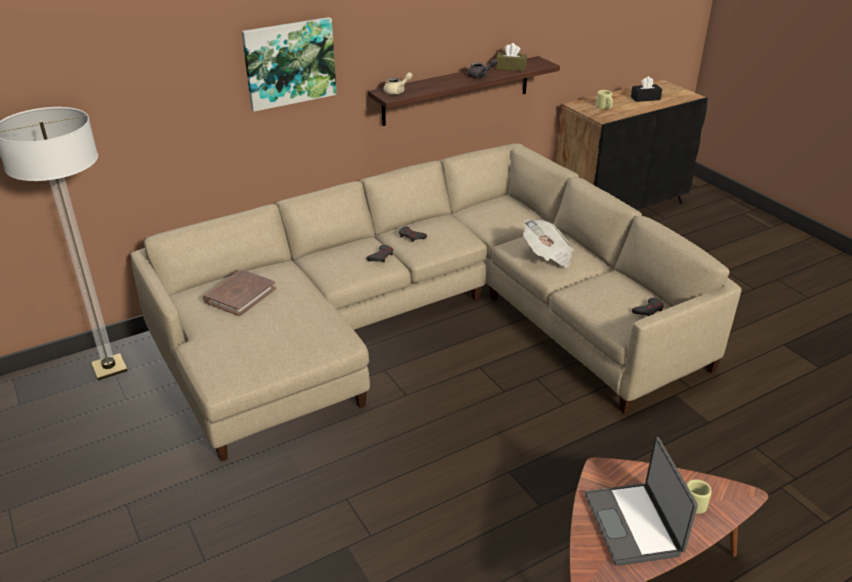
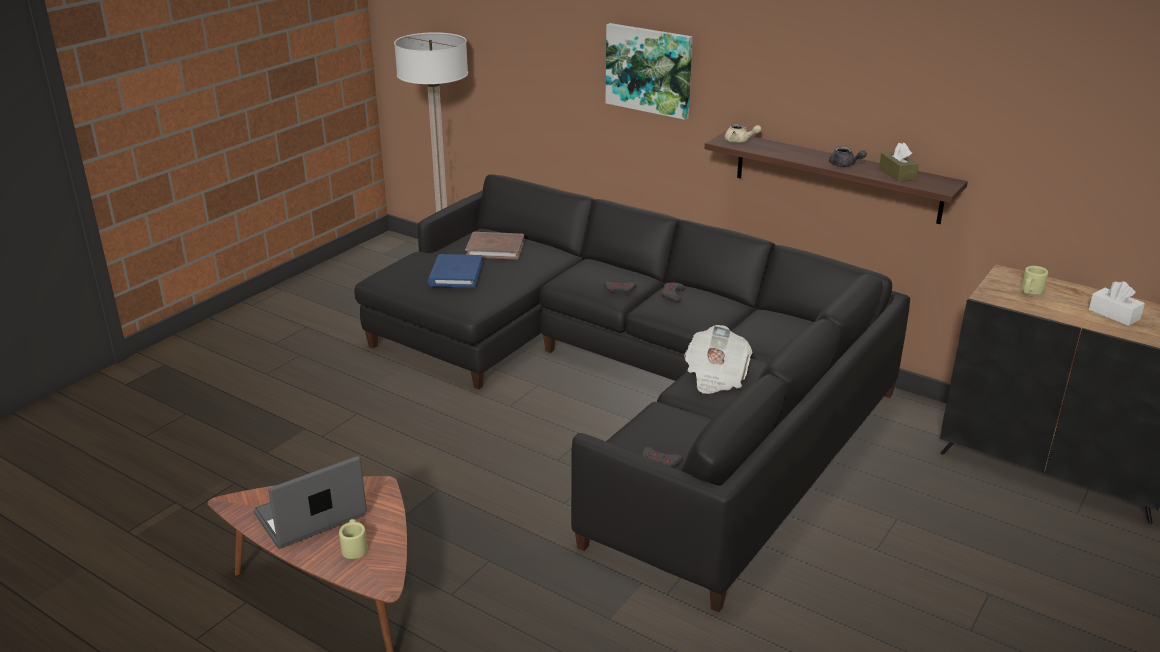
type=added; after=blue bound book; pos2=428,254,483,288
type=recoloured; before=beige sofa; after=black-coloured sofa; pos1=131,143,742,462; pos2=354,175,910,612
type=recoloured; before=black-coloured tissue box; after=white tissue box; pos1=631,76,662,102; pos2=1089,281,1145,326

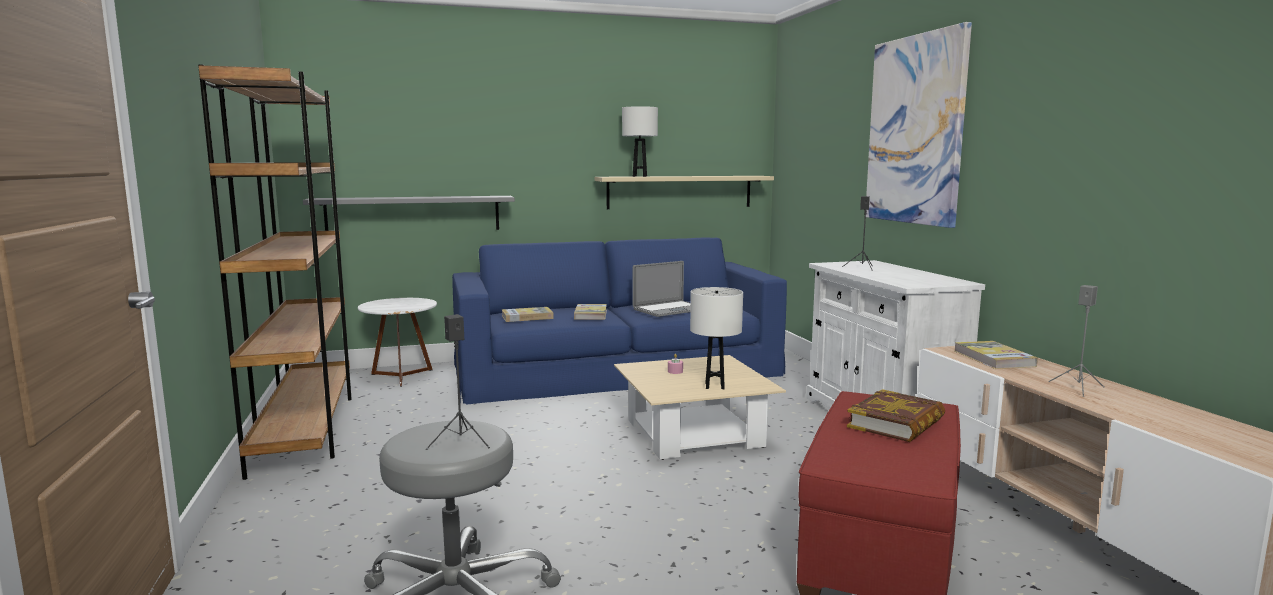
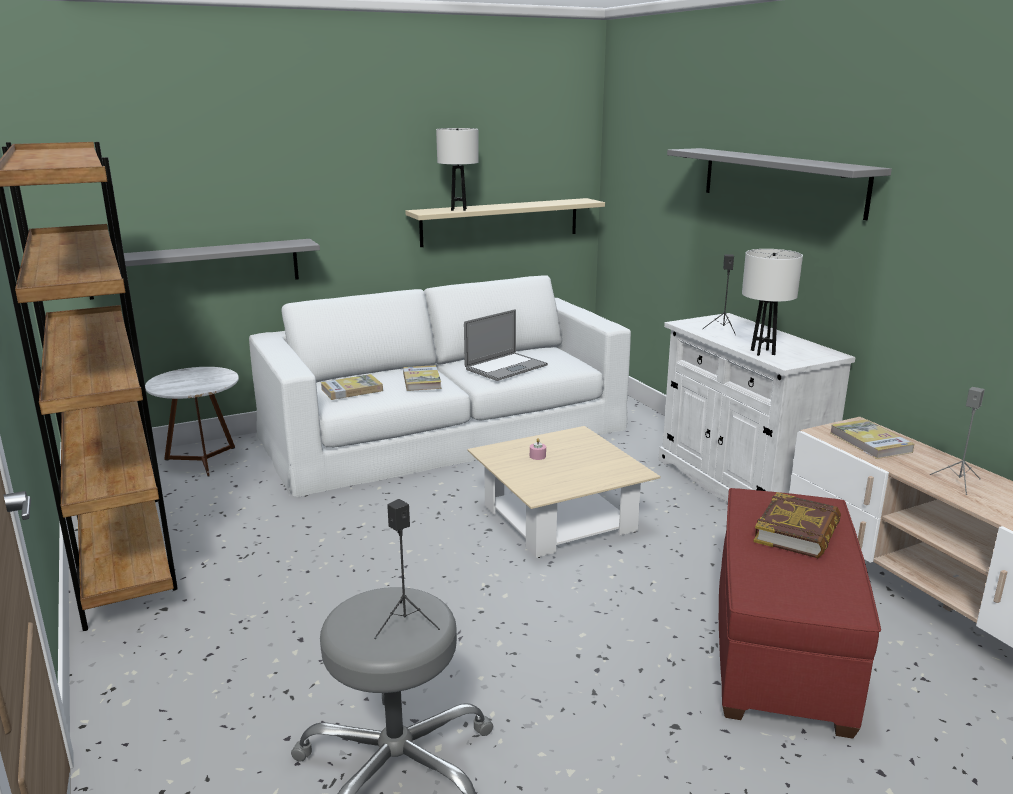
type=moved; before=white lamp for a table; pos1=690,287,743,389; pos2=742,249,803,356
type=replaced; before=picture; after=grey wall shelf; pos1=866,22,972,228; pos2=667,148,892,220
type=recoloured; before=blue sofa; after=white sofa; pos1=452,238,787,405; pos2=249,275,631,498

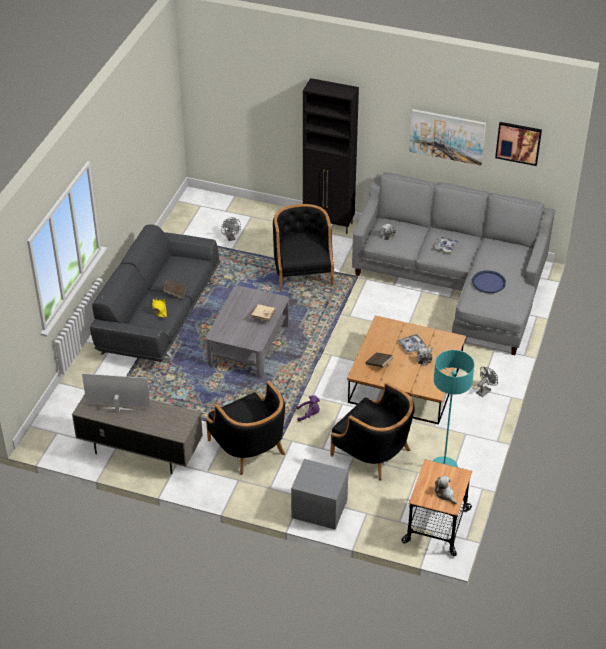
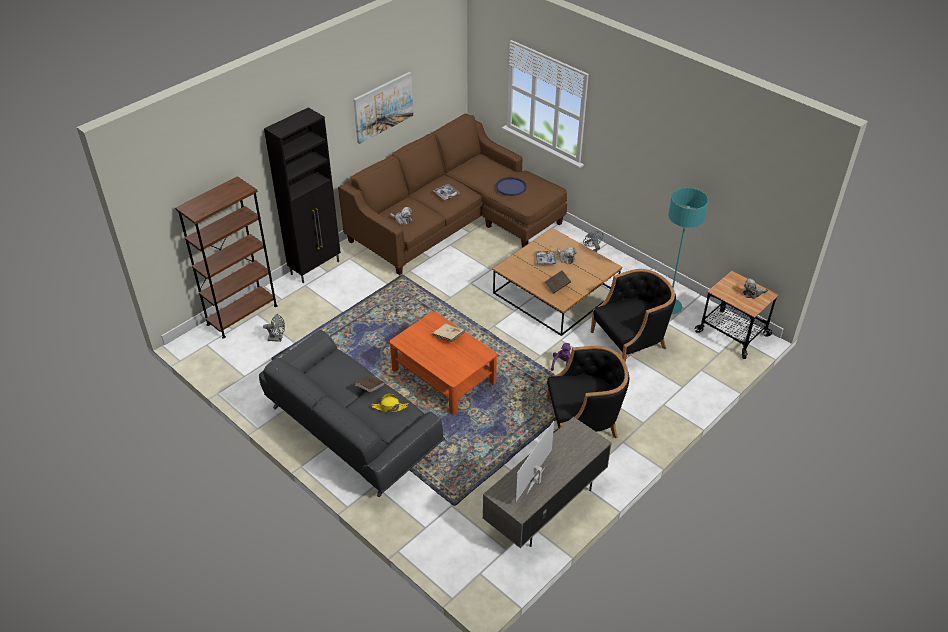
type=removed; before=black-coloured easy chair; pos1=273,204,334,291
type=removed; before=grey nightstand; pos1=291,459,349,529
type=removed; before=picture; pos1=495,122,542,166
type=added; after=brownish bookshelf; pos2=175,176,278,339
type=recoloured; before=grey coffee table; after=orangey coffee table; pos1=206,285,289,379; pos2=390,311,497,415
type=recoloured; before=grey sofa; after=brownish sofa; pos1=352,172,555,355; pos2=338,114,567,275

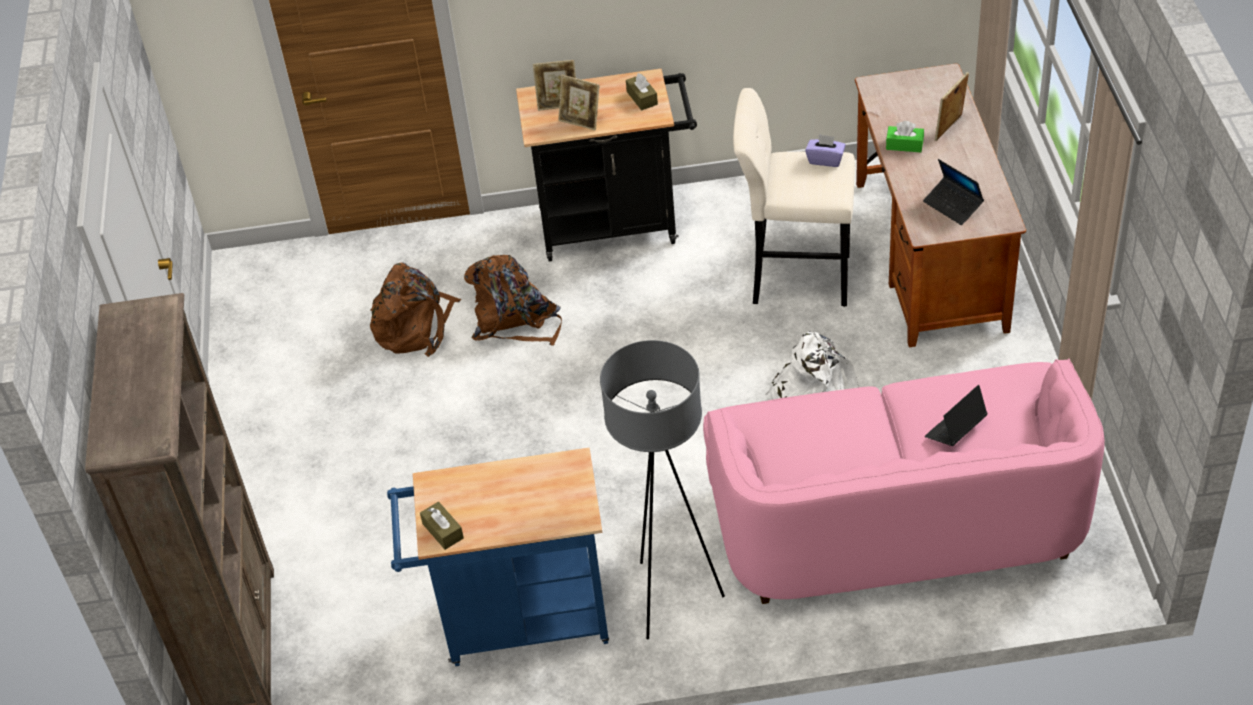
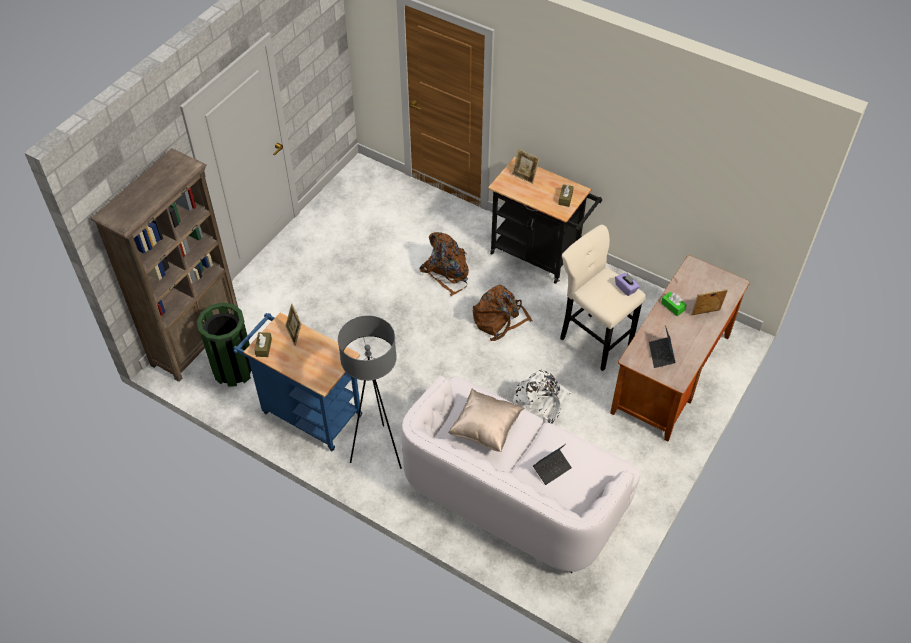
type=added; after=green-coloured waste bin; pos2=197,302,252,387
type=added; after=beige pillow; pos2=448,389,524,452
type=moved; before=brownish rucksack; pos1=370,263,461,357; pos2=473,285,532,341
type=moved; before=standing frame; pos1=558,75,600,131; pos2=286,304,302,346
type=recoloured; before=pink-coloured sofa; after=white sofa; pos1=703,358,1105,604; pos2=401,375,641,573
type=turned; before=laptop; pos1=925,385,988,446; pos2=533,444,572,485; turn=150

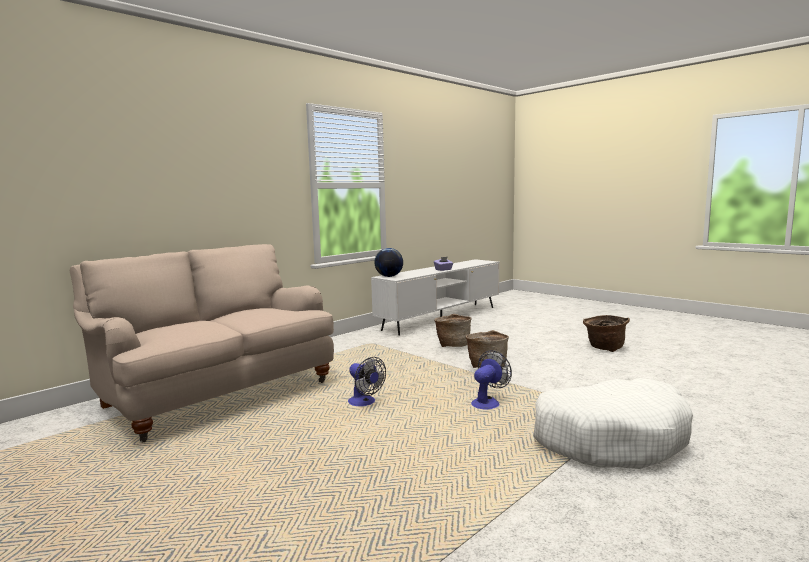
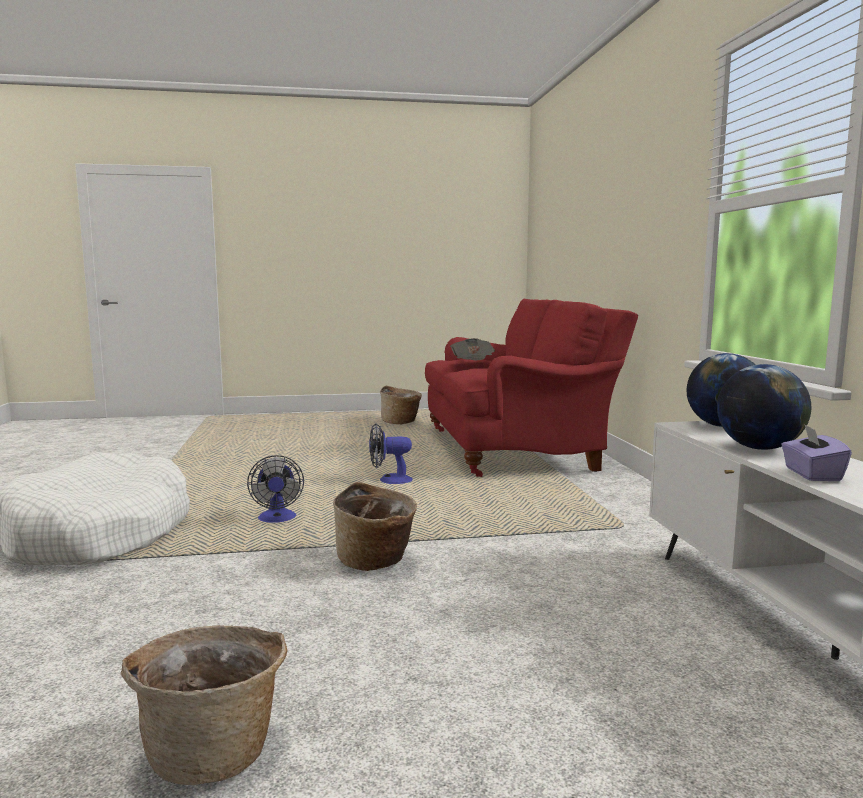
type=added; after=printed paper; pos2=450,338,495,360
type=added; after=desk globe; pos2=717,364,811,450
type=moved; before=basket; pos1=434,314,471,347; pos2=380,386,422,424
type=recoloured; before=beige sofa; after=reddish sofa; pos1=70,244,334,443; pos2=425,299,638,477

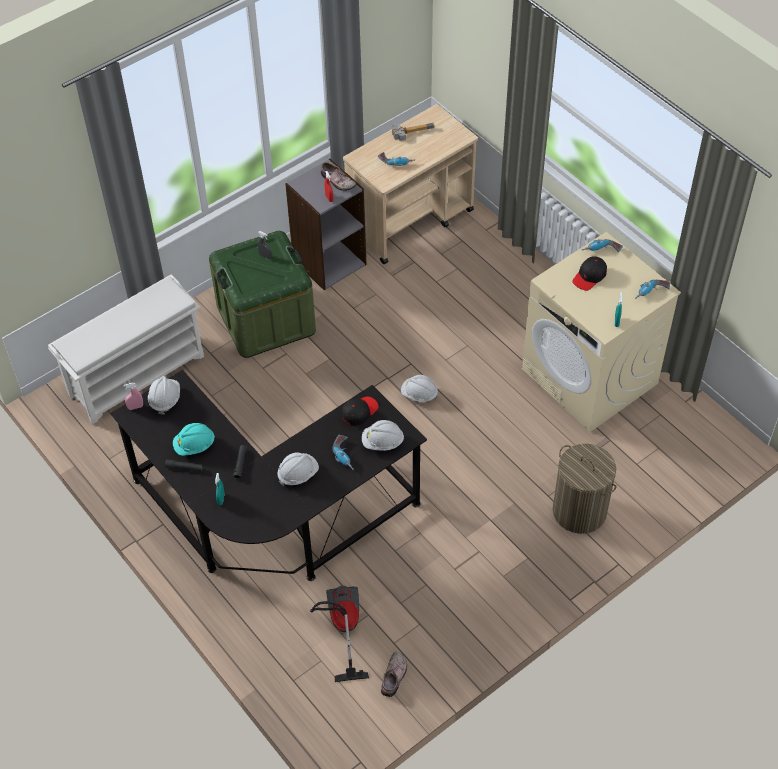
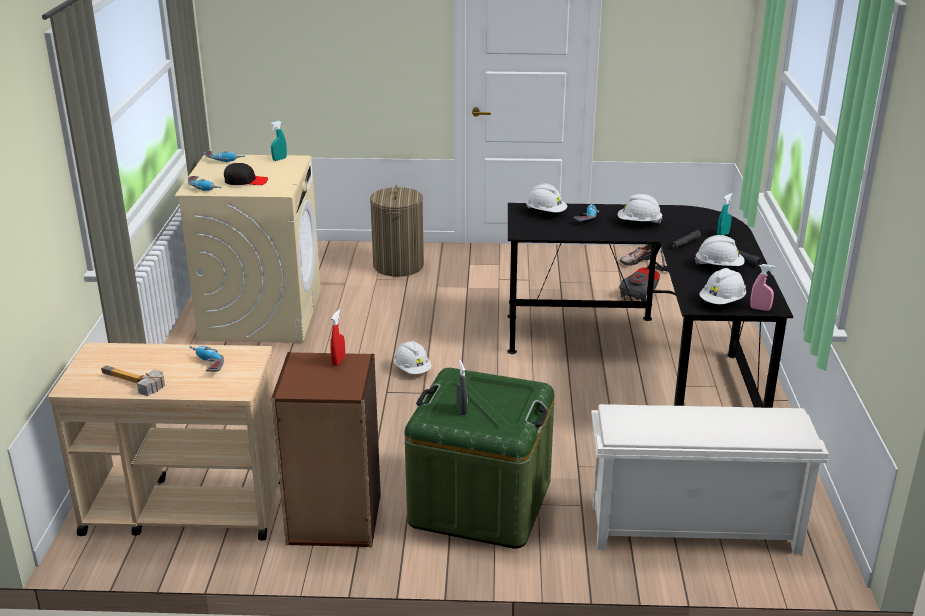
type=removed; before=item of footwear; pos1=321,162,357,191
type=removed; before=black-coloured cap; pos1=342,396,379,426
type=recoloured; before=blue-green safety helmet; after=white safety helmet; pos1=173,423,215,456; pos2=695,235,745,266
type=recoloured; before=grey bookshelf; after=brownish bookshelf; pos1=285,159,367,290; pos2=271,352,381,547

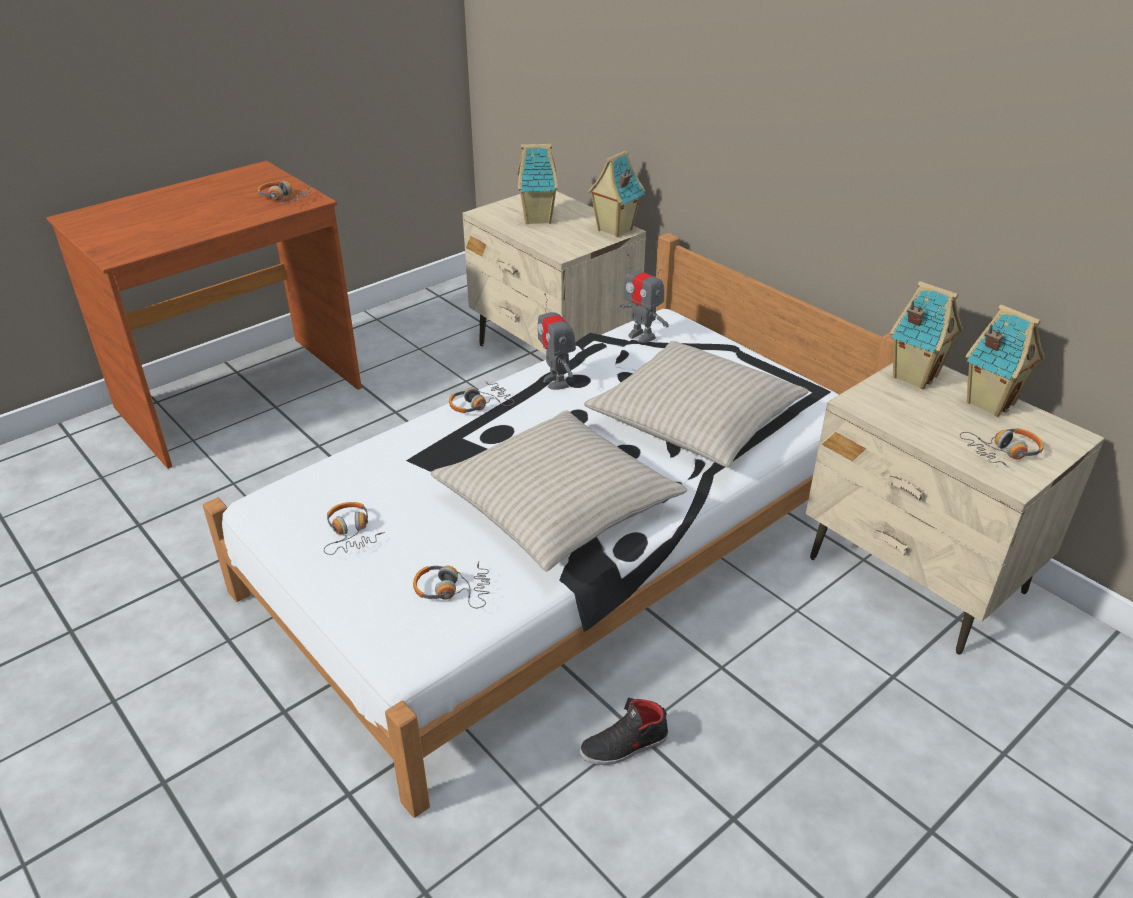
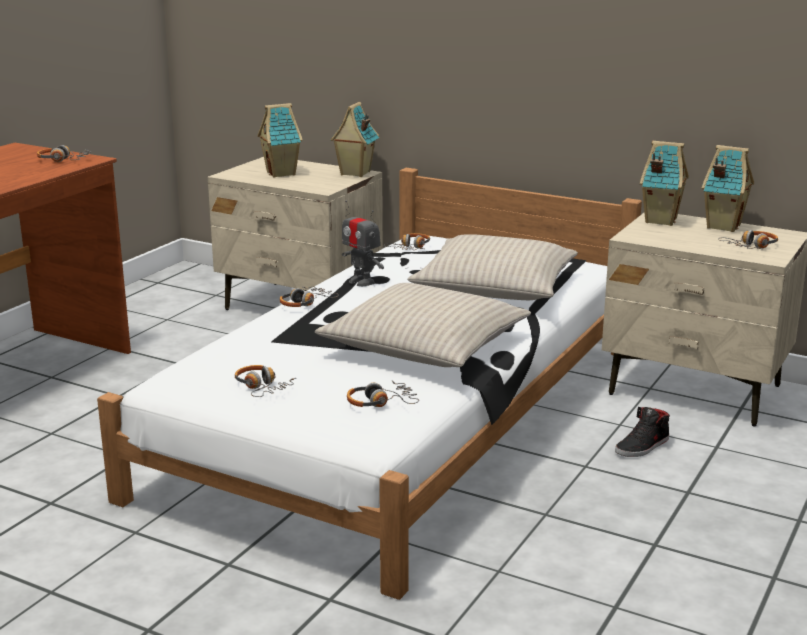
type=moved; before=black-coloured item of footwear; pos1=579,698,668,765; pos2=615,407,670,457
type=replaced; before=model robot; after=headset; pos1=620,254,669,343; pos2=384,233,430,250

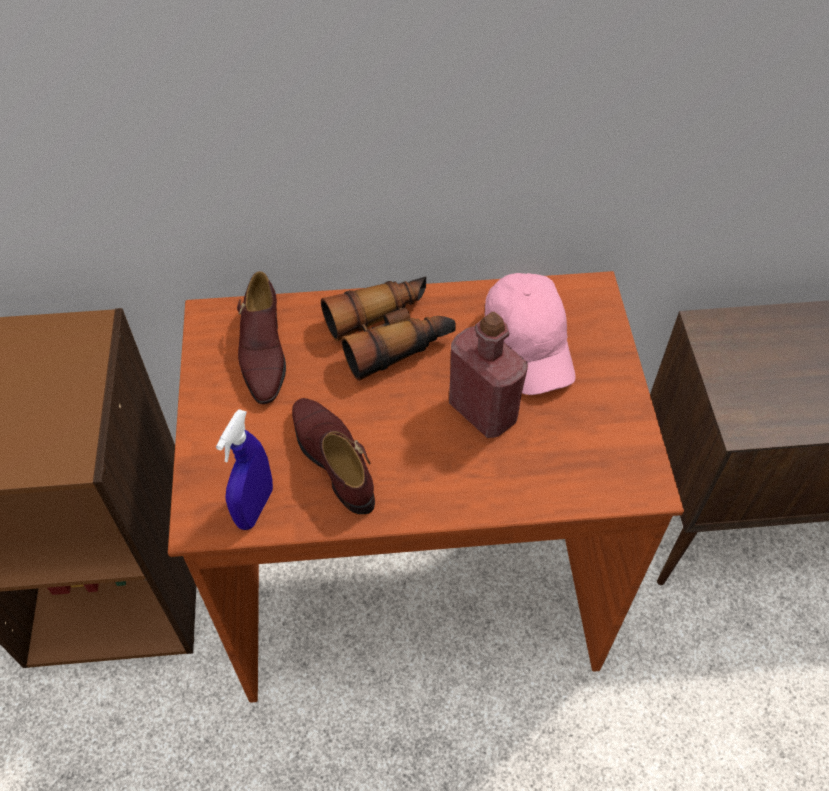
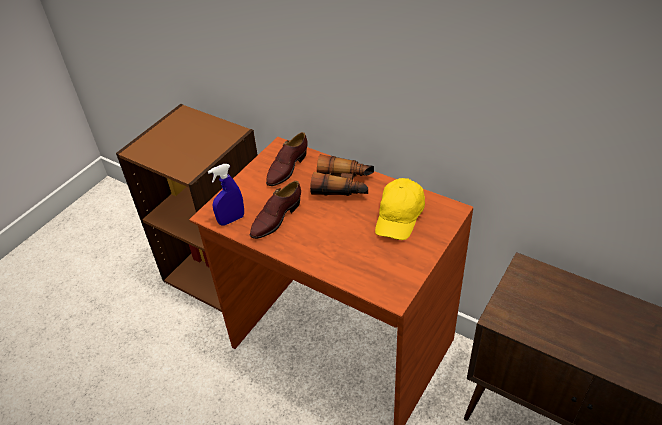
type=removed; before=reddish bottle; pos1=449,312,528,438
type=recoloured; before=pink-coloured cap; after=yellowish cap; pos1=485,273,576,395; pos2=375,178,425,240
type=turned; before=brownish item of footwear; pos1=292,398,375,514; pos2=250,181,301,239; turn=-150

